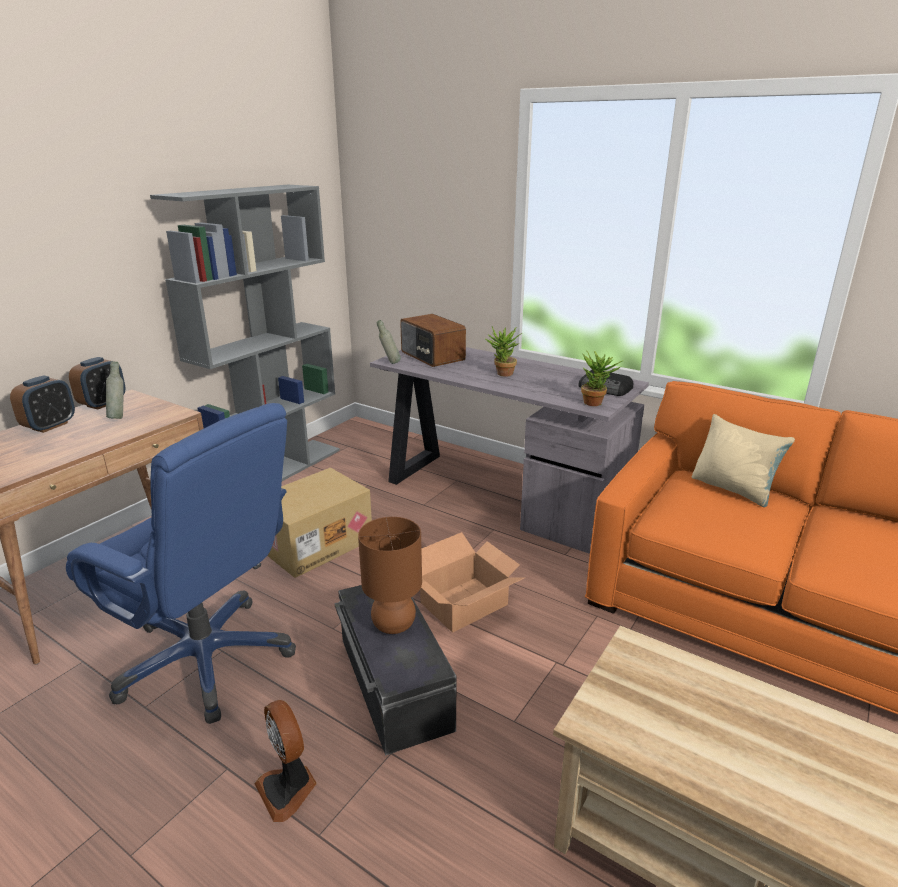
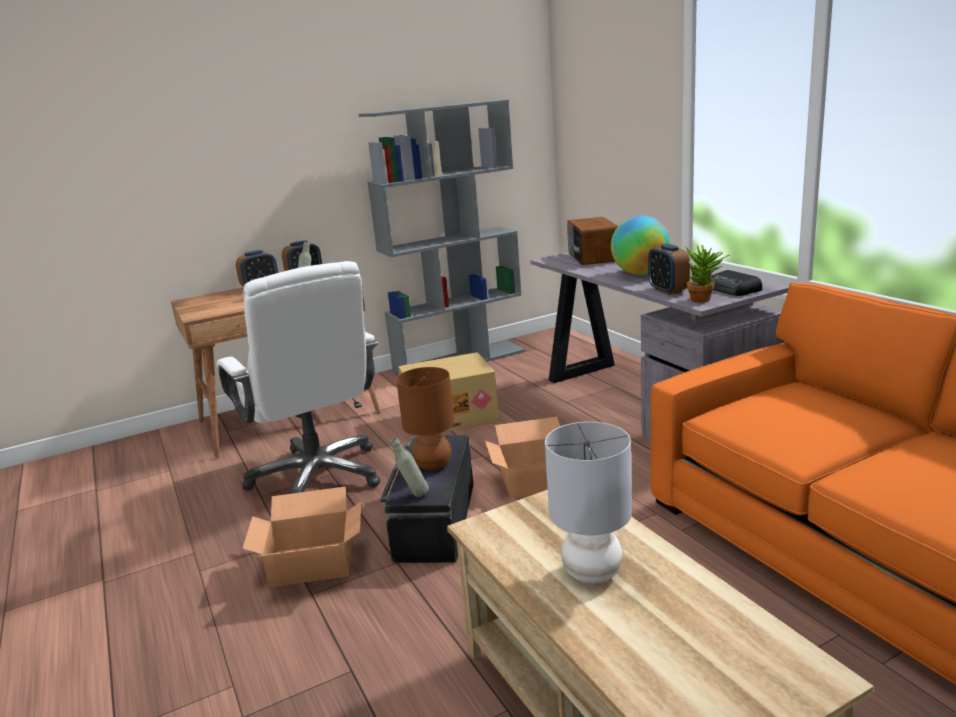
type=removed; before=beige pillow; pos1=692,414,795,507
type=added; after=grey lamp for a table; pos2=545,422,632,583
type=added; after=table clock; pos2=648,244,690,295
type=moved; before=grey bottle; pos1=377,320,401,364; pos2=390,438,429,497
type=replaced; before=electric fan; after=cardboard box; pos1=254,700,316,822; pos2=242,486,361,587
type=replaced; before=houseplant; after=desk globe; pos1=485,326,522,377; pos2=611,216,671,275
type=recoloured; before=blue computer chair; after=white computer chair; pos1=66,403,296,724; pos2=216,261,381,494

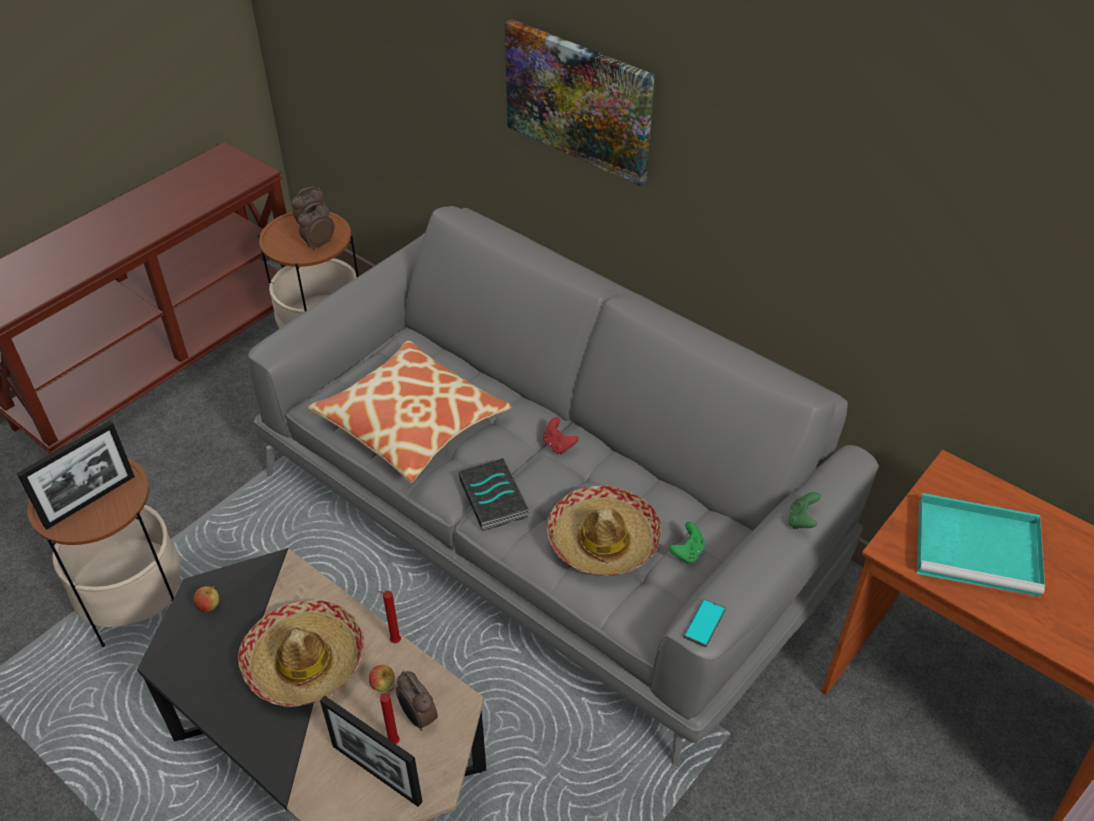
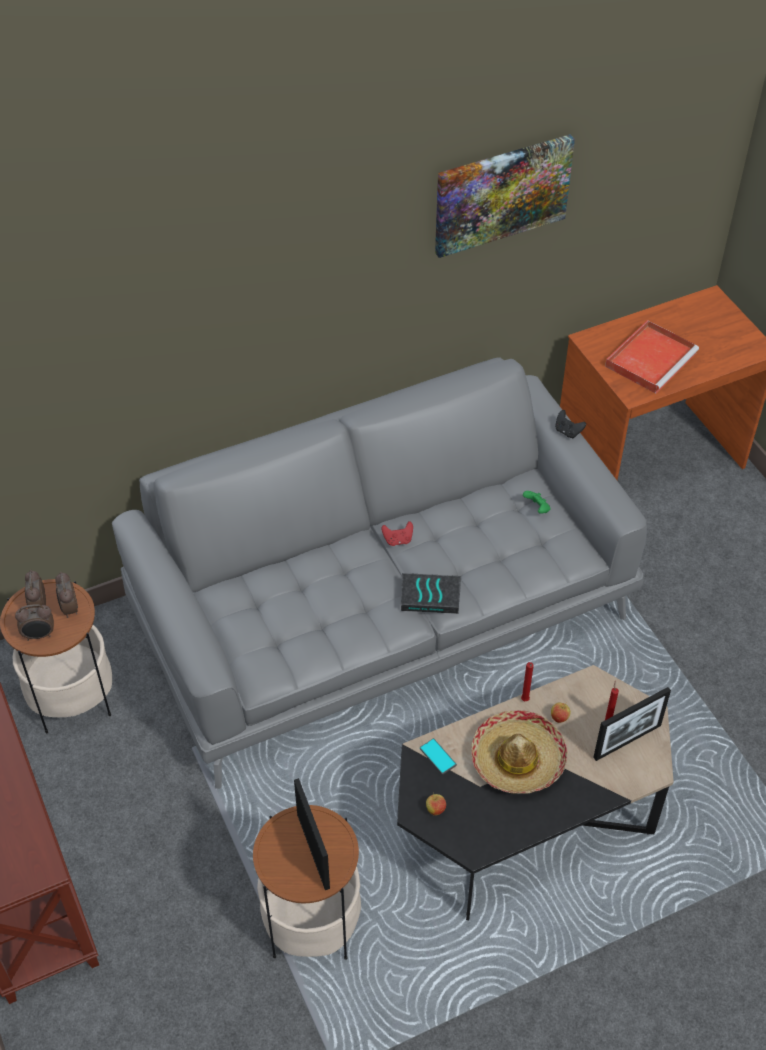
type=removed; before=pillow; pos1=307,340,512,483
type=removed; before=wearable hat; pos1=547,486,661,576
type=moved; before=table clock; pos1=396,671,438,731; pos2=15,604,54,641
type=moved; before=picture; pos1=505,19,655,186; pos2=435,134,575,258
type=moved; before=phone; pos1=684,599,726,647; pos2=420,738,457,775
type=recoloured; before=green-coloured joypad; after=black-coloured joypad; pos1=788,492,821,529; pos2=555,410,586,438
type=recoloured; before=blue-green tray; after=reddish tray; pos1=917,493,1045,598; pos2=605,320,699,394

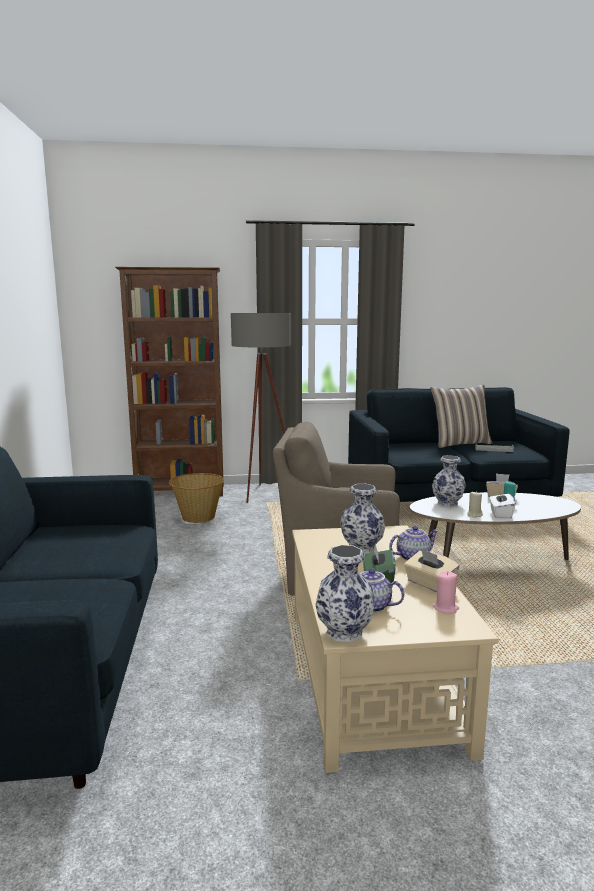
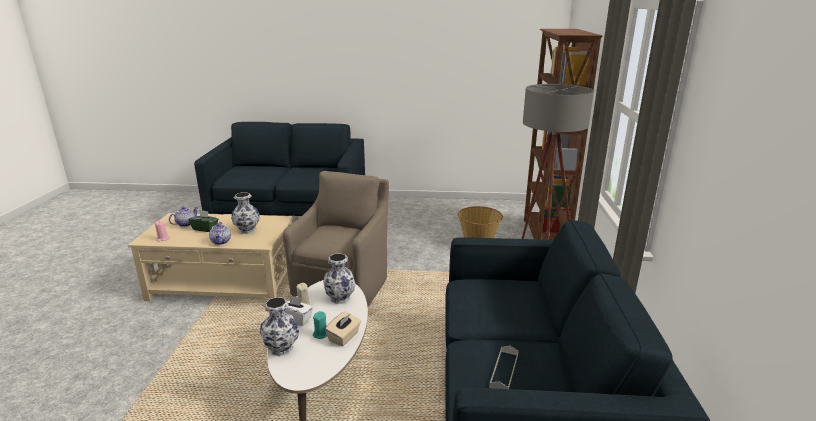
type=removed; before=beige tissue box; pos1=404,549,459,593
type=removed; before=pillow; pos1=430,385,493,448
type=moved; before=decorative vase; pos1=315,545,374,642; pos2=260,297,299,356

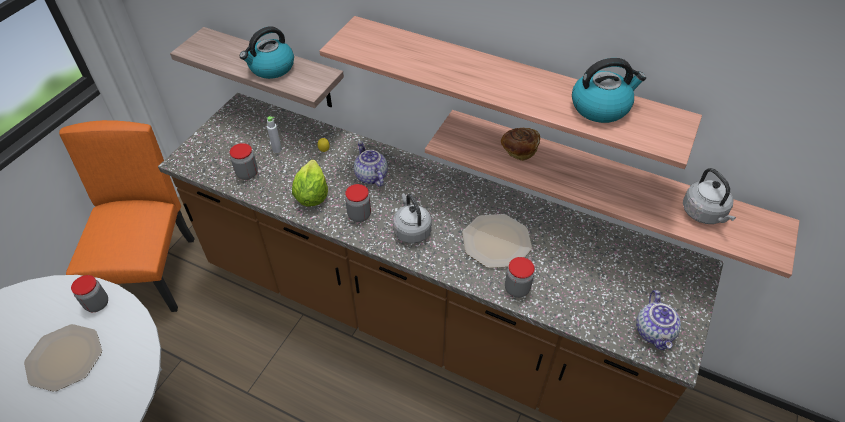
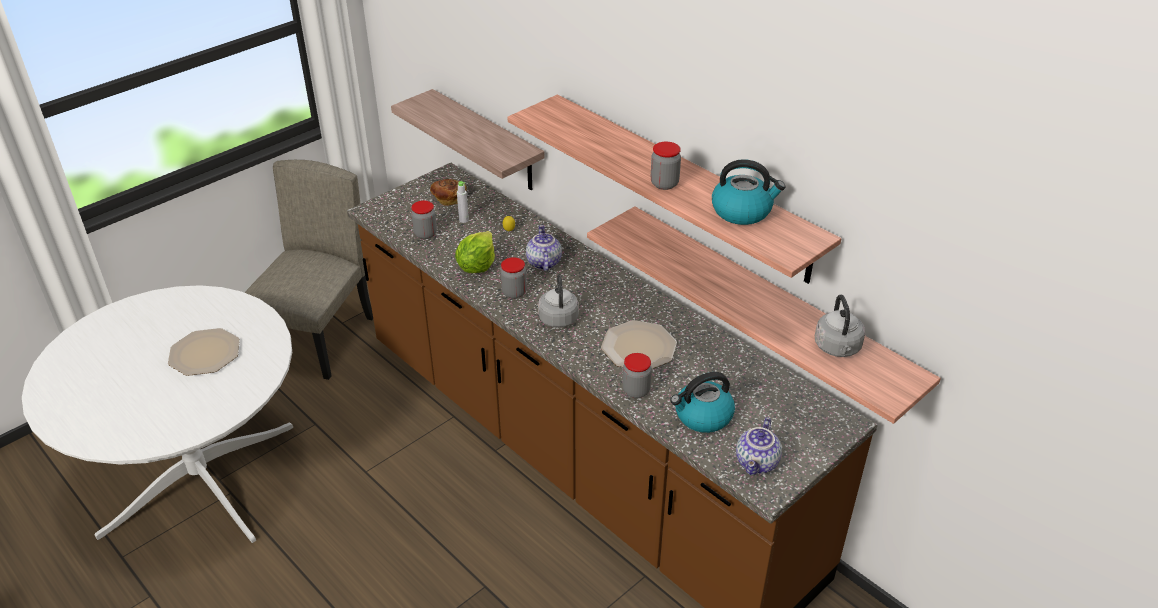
type=moved; before=jar; pos1=71,275,108,312; pos2=651,142,681,190
type=moved; before=kettle; pos1=240,26,294,79; pos2=670,372,735,433
type=moved; before=baked bread; pos1=501,128,540,161; pos2=430,179,467,206
type=recoloured; before=orangey plain chair; after=beige plain chair; pos1=59,120,195,312; pos2=244,160,373,380

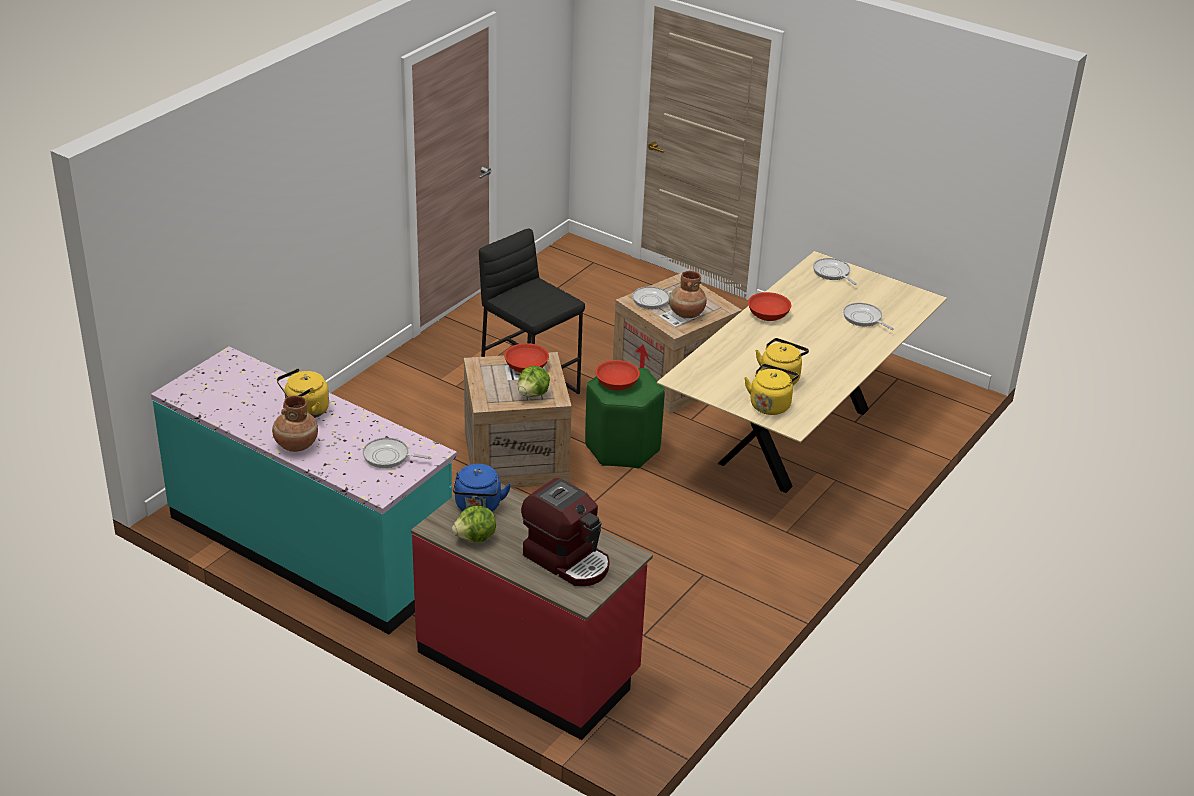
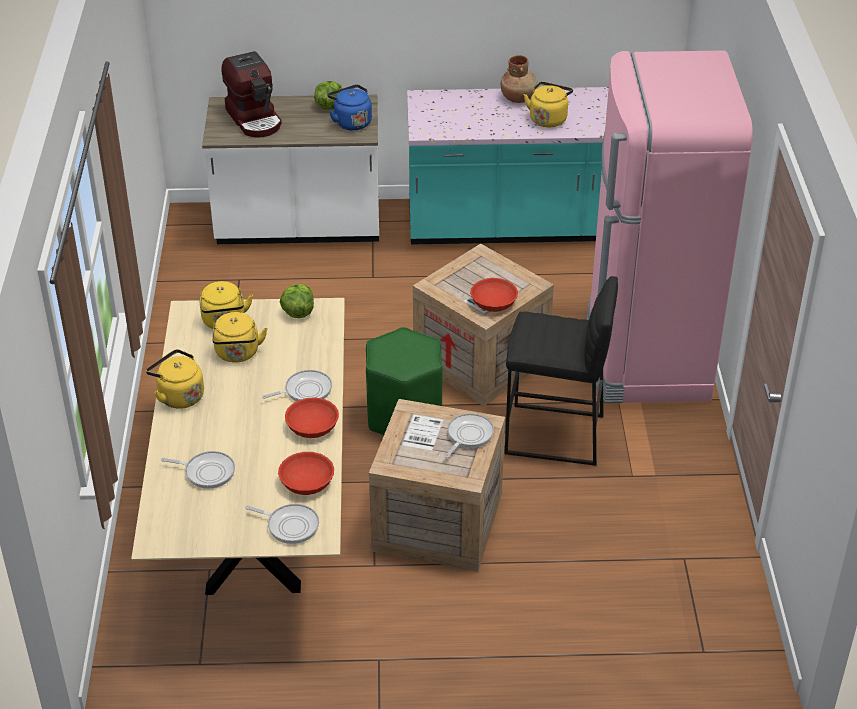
type=removed; before=brownish decorative vase; pos1=669,271,707,318
type=added; after=yellowish kettle; pos2=146,349,204,409
type=added; after=pink-coloured refrigerator; pos2=586,50,753,403
type=moved; before=pan; pos1=363,438,431,468; pos2=262,370,332,401
type=moved; before=head of lettuce; pos1=518,366,550,397; pos2=280,284,314,318
type=moved; before=reddish serving bowl; pos1=595,360,640,390; pos2=278,452,334,495
type=recoloured; before=reddish counter; after=white counter; pos1=411,484,653,740; pos2=202,95,379,244
type=turned; before=coffee maker; pos1=521,478,610,586; pos2=222,51,282,137; turn=-120

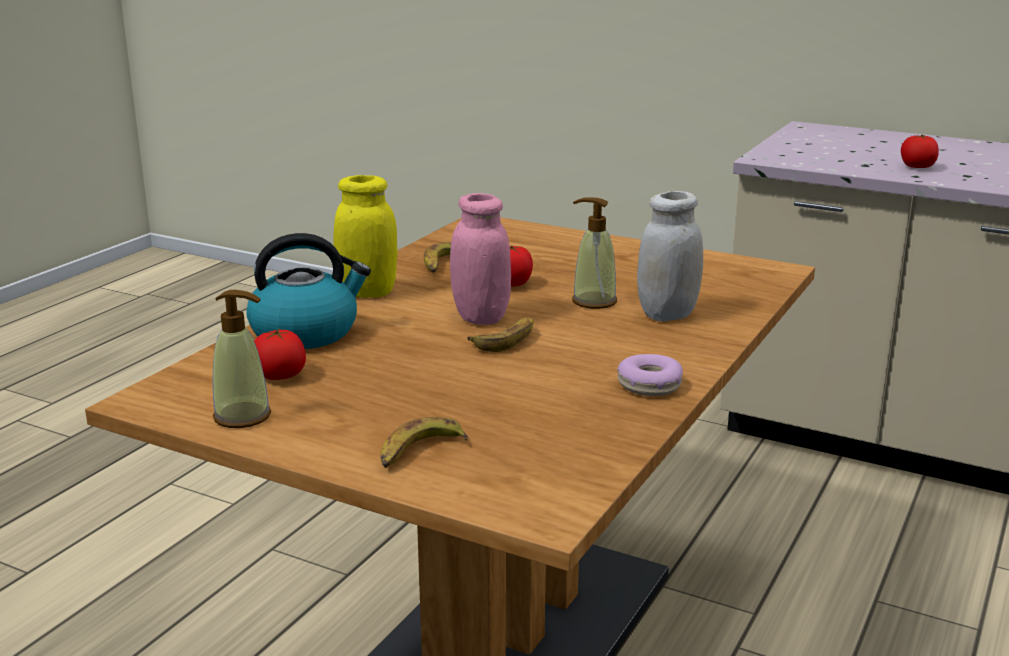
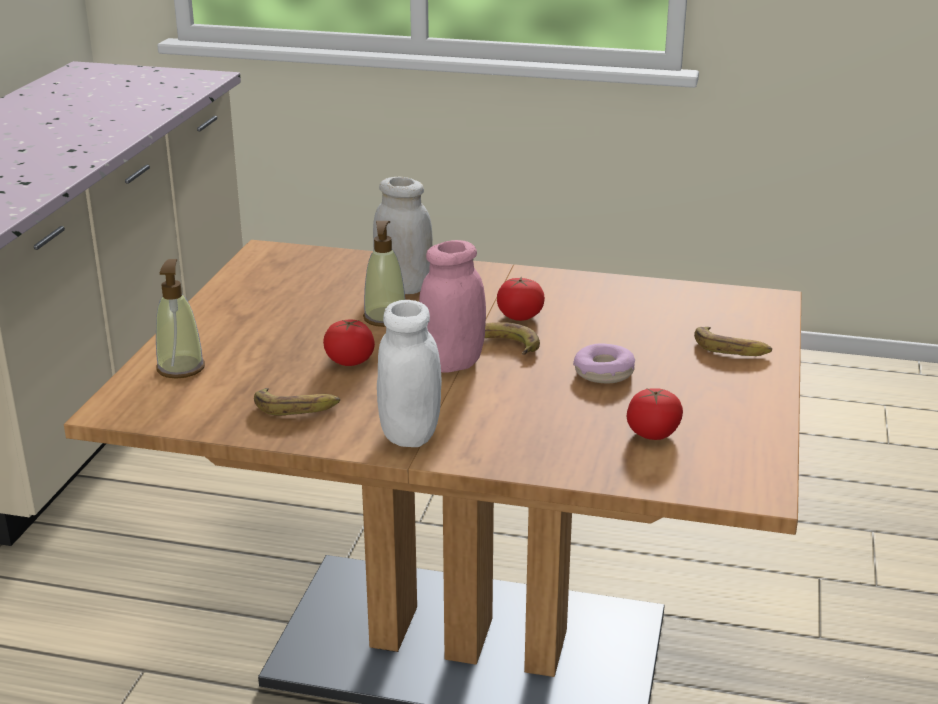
type=removed; before=kettle; pos1=246,233,371,349
type=moved; before=soap bottle; pos1=212,290,271,428; pos2=156,259,205,379
type=moved; before=donut; pos1=617,354,683,396; pos2=573,343,635,383
type=moved; before=whole tomato; pos1=901,135,939,168; pos2=497,276,545,321
type=recoloured; before=yellowish jar; after=white jar; pos1=334,175,398,298; pos2=377,300,442,447

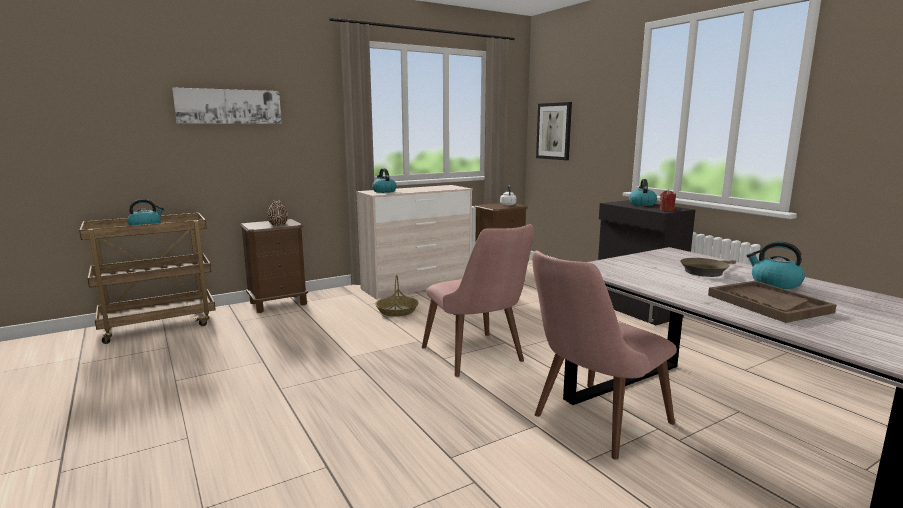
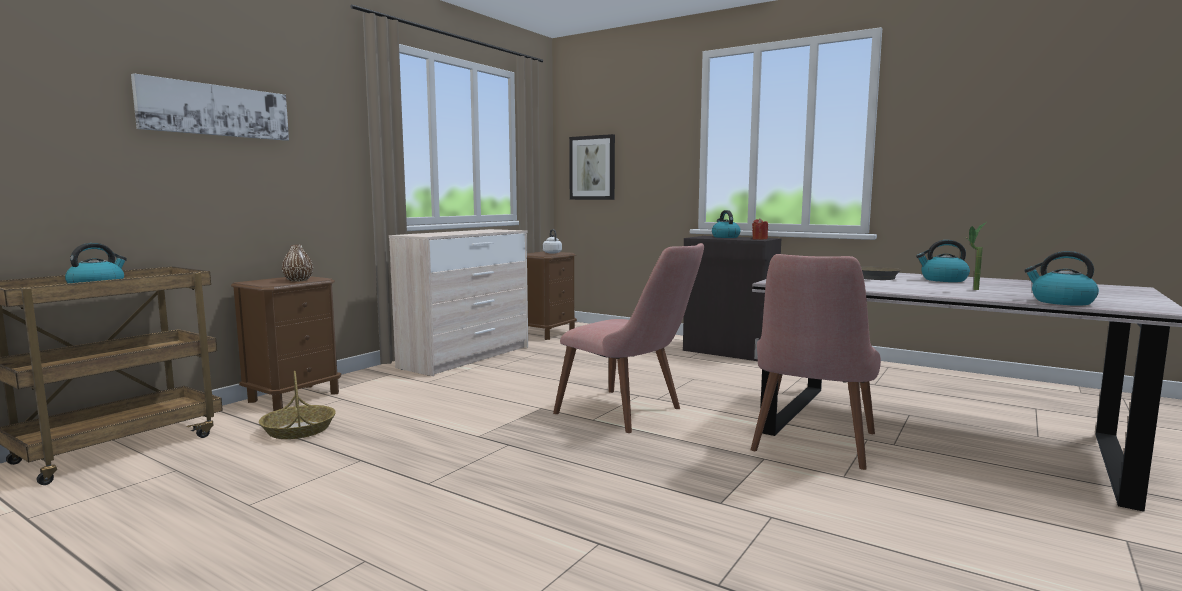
type=moved; before=kettle; pos1=372,168,397,193; pos2=1024,251,1099,306
type=moved; before=basket; pos1=375,275,419,317; pos2=259,371,336,439
type=replaced; before=brownish tray; after=houseplant; pos1=708,281,836,323; pos2=965,222,986,290

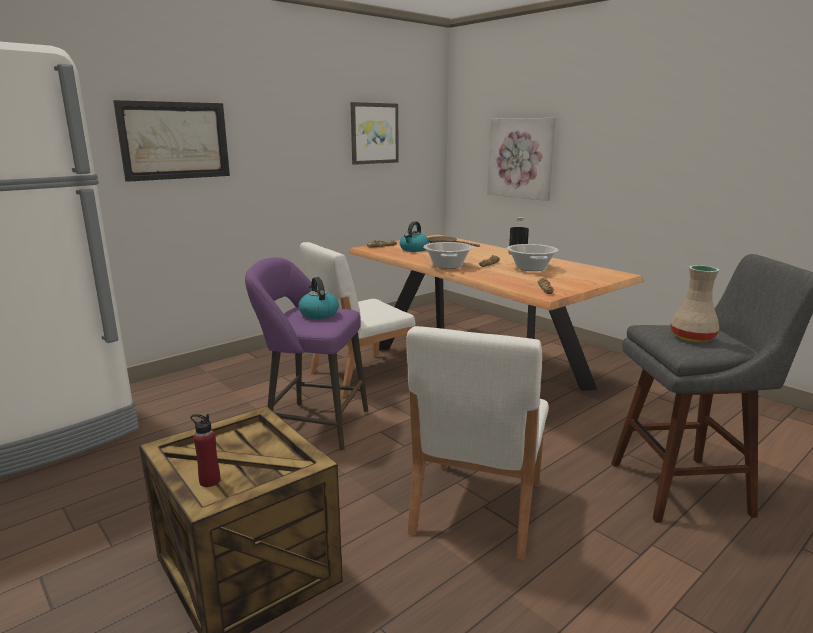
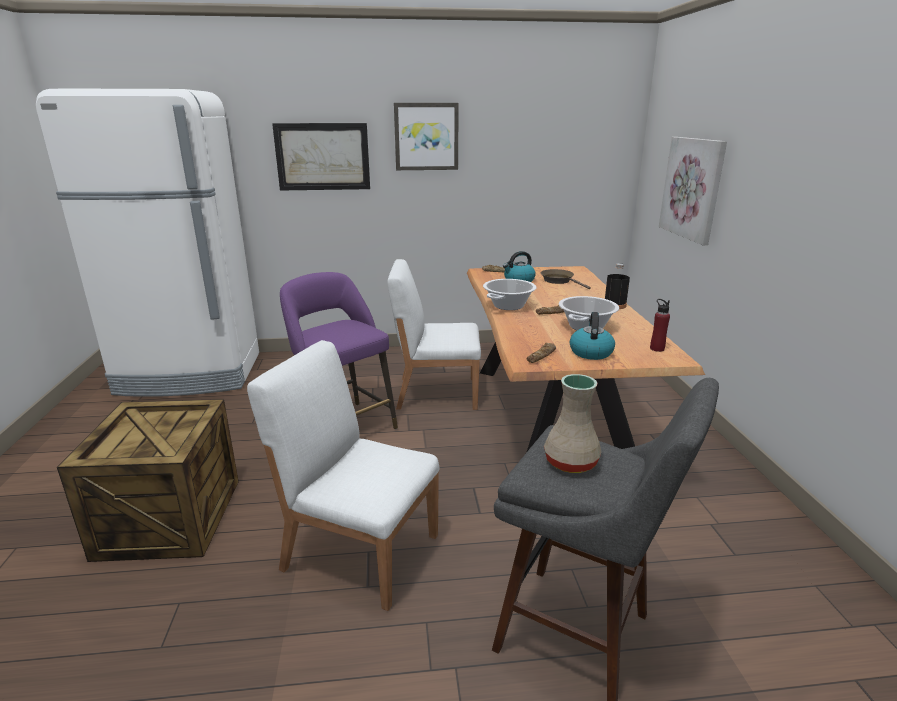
type=moved; before=reddish bottle; pos1=190,414,220,487; pos2=650,299,670,352
type=moved; before=kettle; pos1=299,277,339,319; pos2=570,312,615,360
type=moved; before=picture; pos1=350,102,399,165; pos2=394,103,459,170
type=turned; before=white plain chair; pos1=406,326,549,561; pos2=247,340,439,611; turn=60

